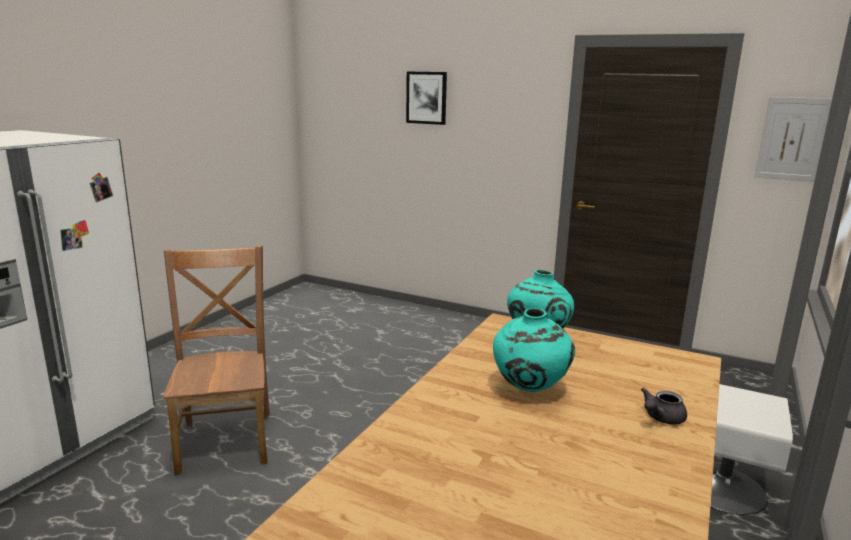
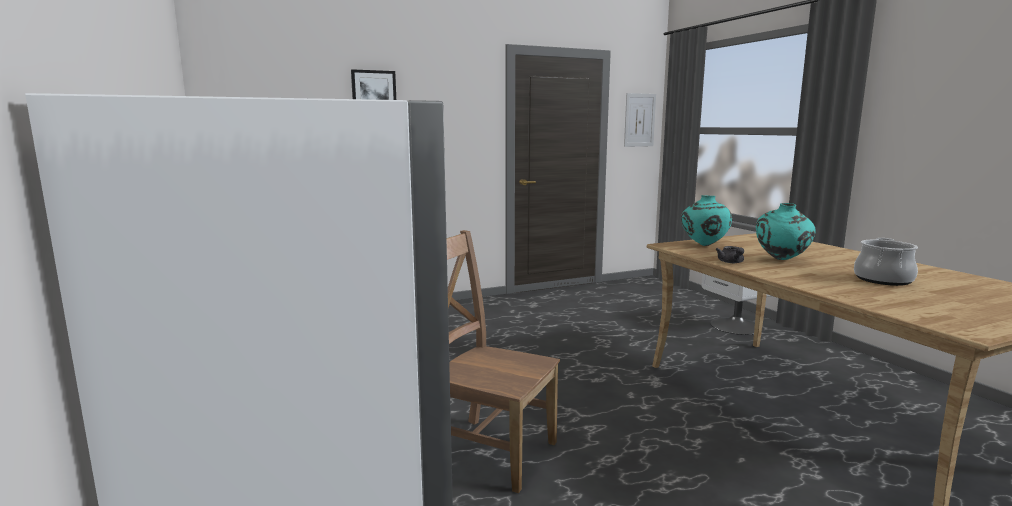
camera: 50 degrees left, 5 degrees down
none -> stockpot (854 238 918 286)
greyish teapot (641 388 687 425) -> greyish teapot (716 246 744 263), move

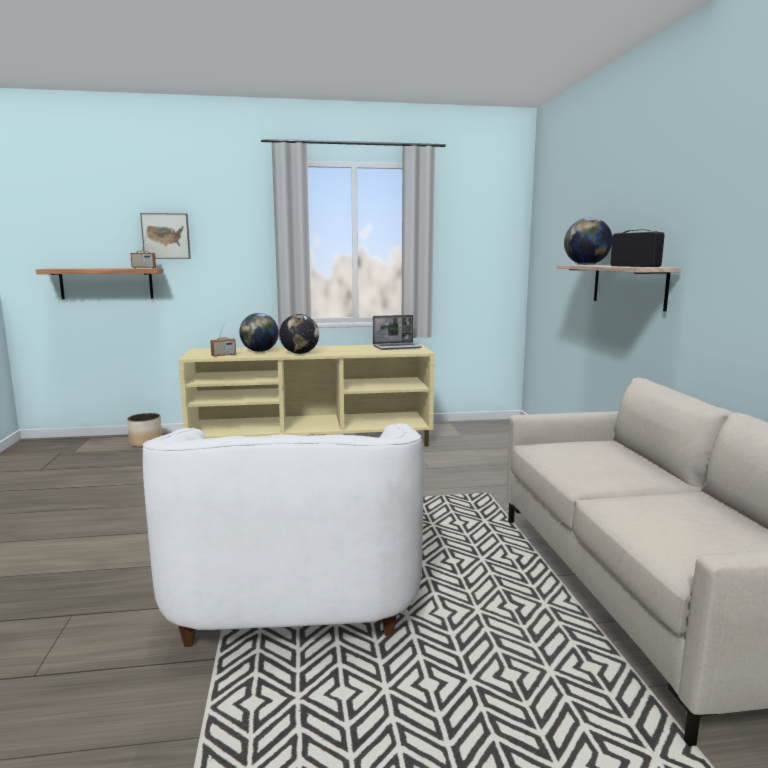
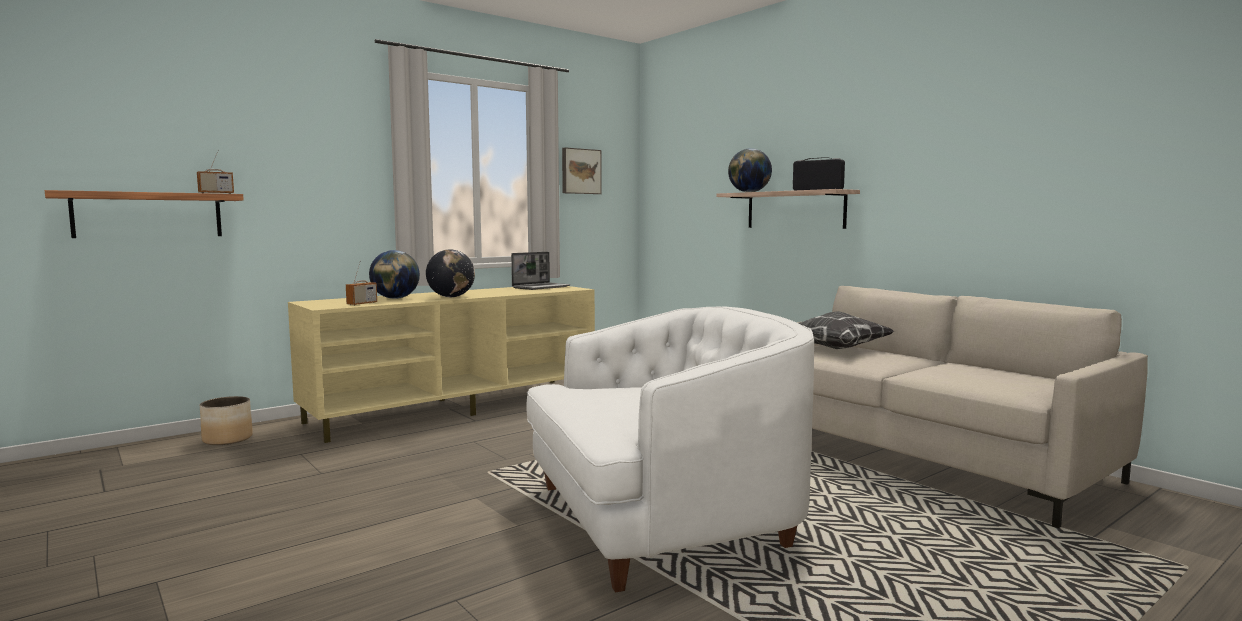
camera: 30 degrees left, 5 degrees down
none -> pillow (798 311 894 349)
wall art (140 213 191 259) -> wall art (562 147 602 194), move
white-coloured lounge chair (143 423 423 647) -> white-coloured lounge chair (526 306 814 593), 75 degrees counterclockwise

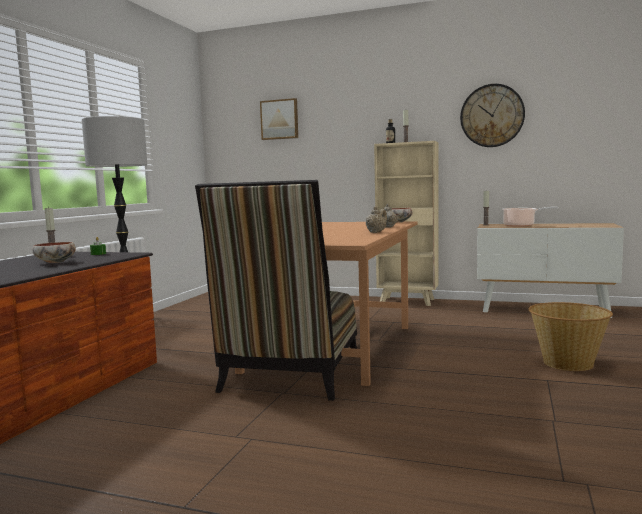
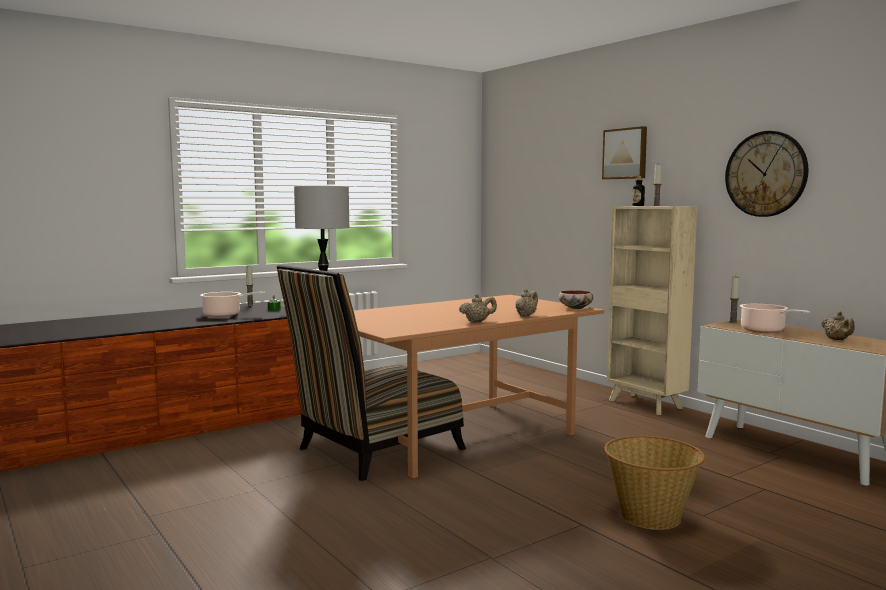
camera: 35 degrees right, 0 degrees up
none -> beige-coloured teapot (822 312 855 340)
wall art (260 98 298 140) -> wall art (602 126 647 179), move
deep dish (32 242 76 263) -> stockpot (200 292 266 317)

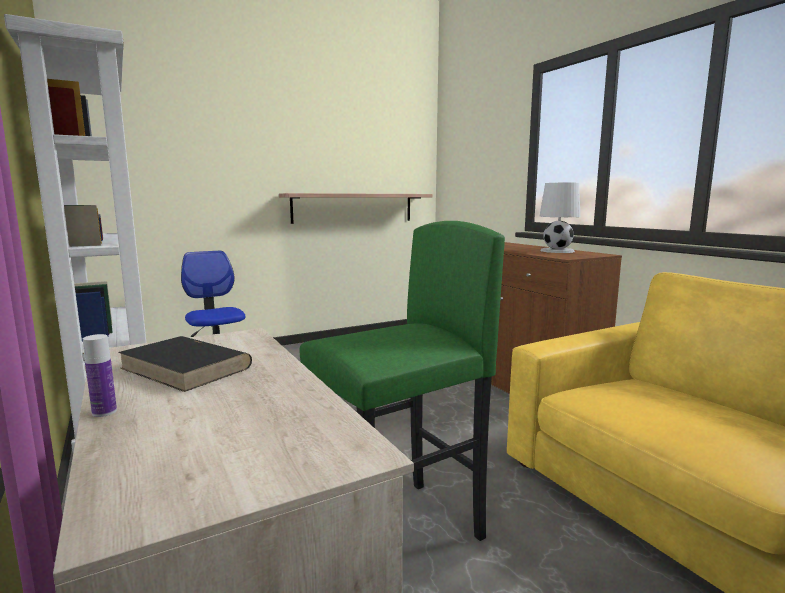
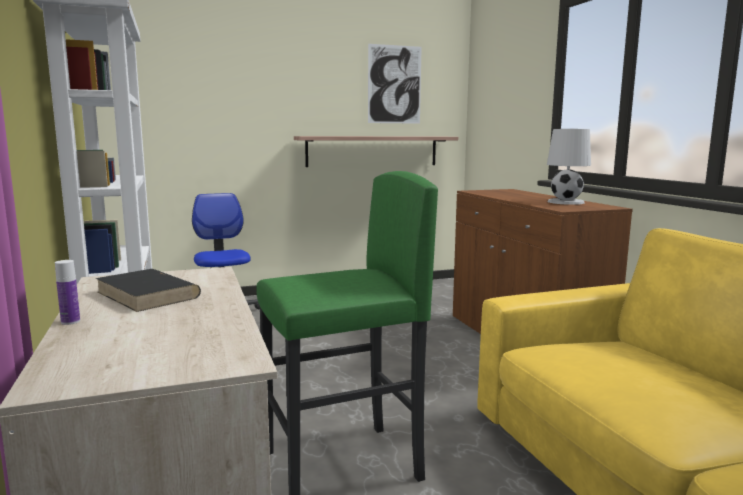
camera: 10 degrees right, 0 degrees up
none -> wall art (368 44 422 124)

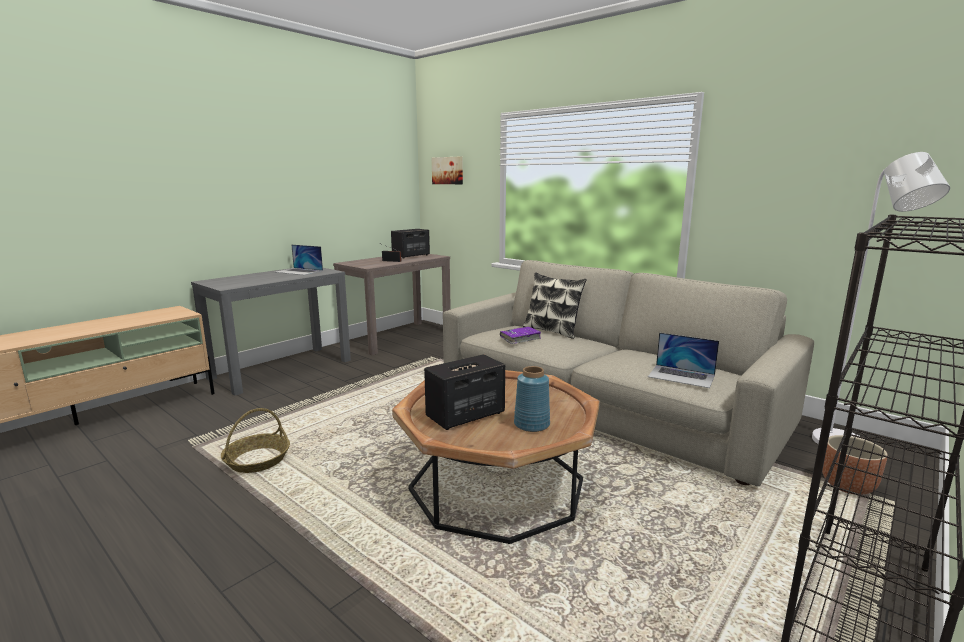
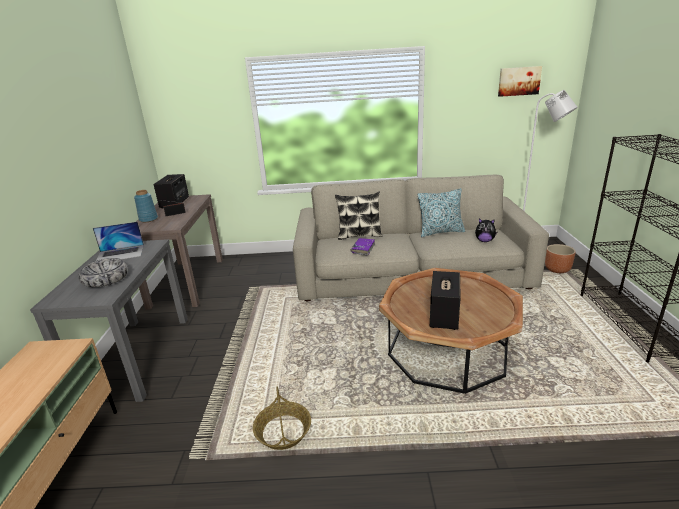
camera: 40 degrees left, 10 degrees up
none -> deep dish (78 258 129 287)
none -> pillow (418 188 465 237)
wall art (432 157 463 184) -> wall art (498 66 542 97), move
blue-coloured decorative vase (514 366 550 432) -> blue-coloured decorative vase (134 190 158 222), move
notebook computer (648 332 719 388) -> cuddly toy (475 218 497 242)

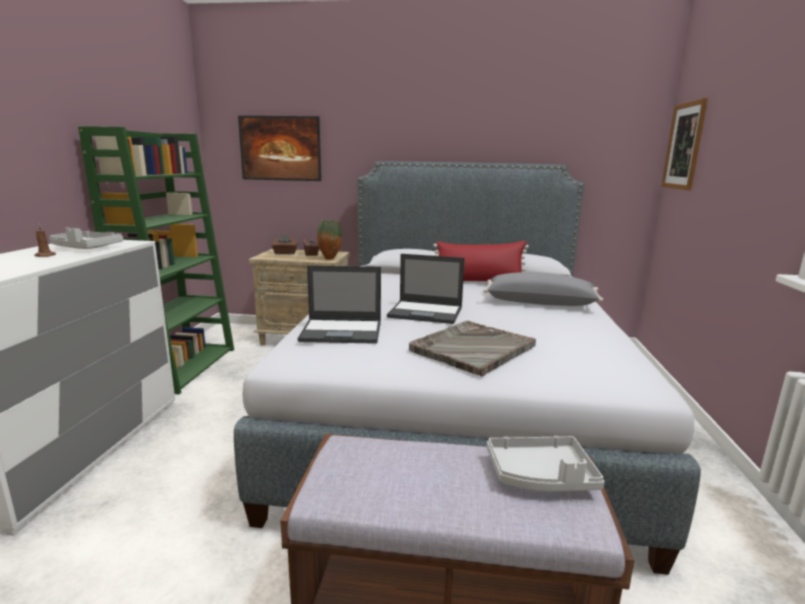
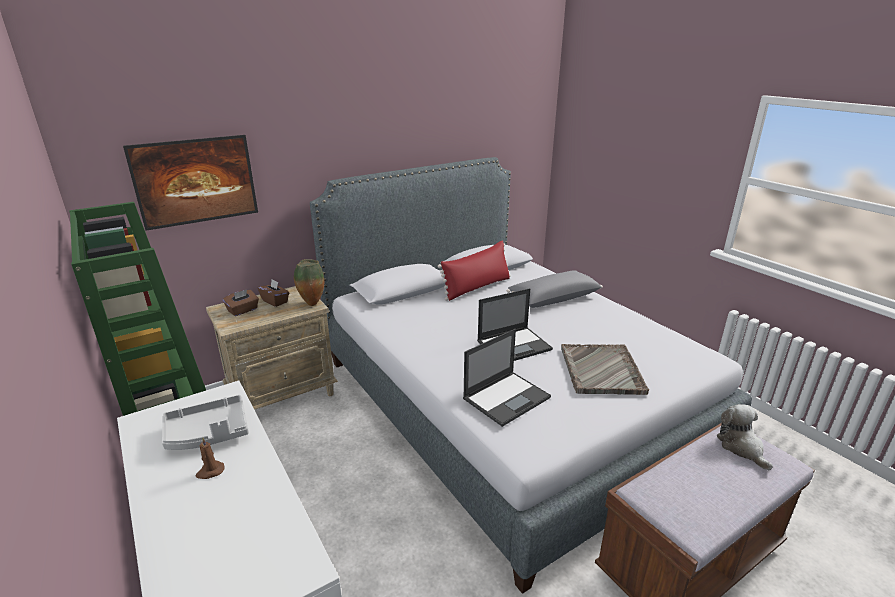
camera: 40 degrees left, 10 degrees up
wall art (661 98 708 190) -> none
greyish serving tray (487 436 605 492) -> cuddly toy (717 404 773 471)

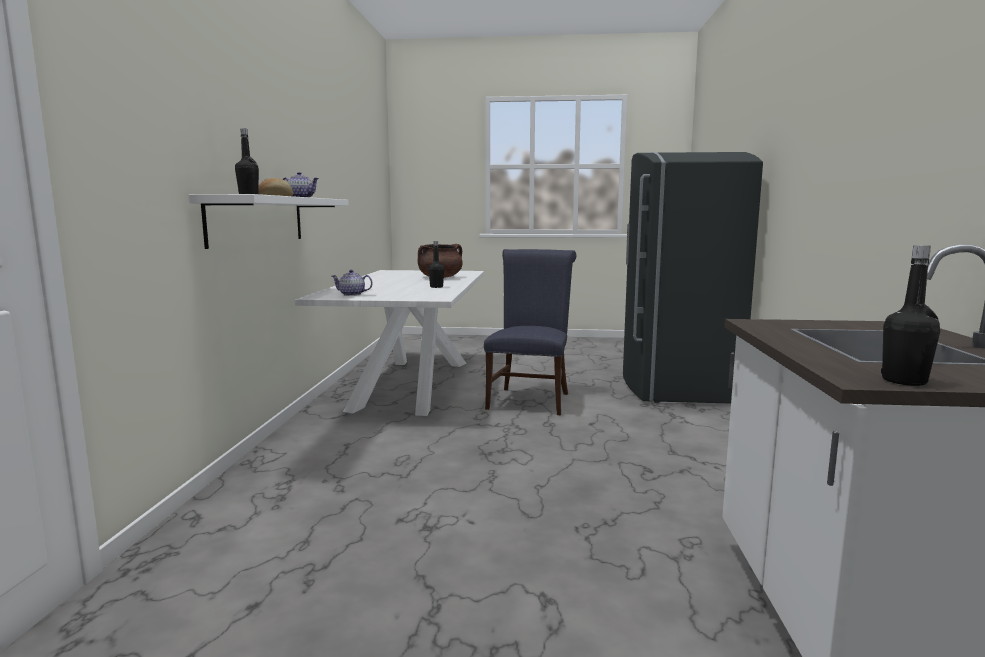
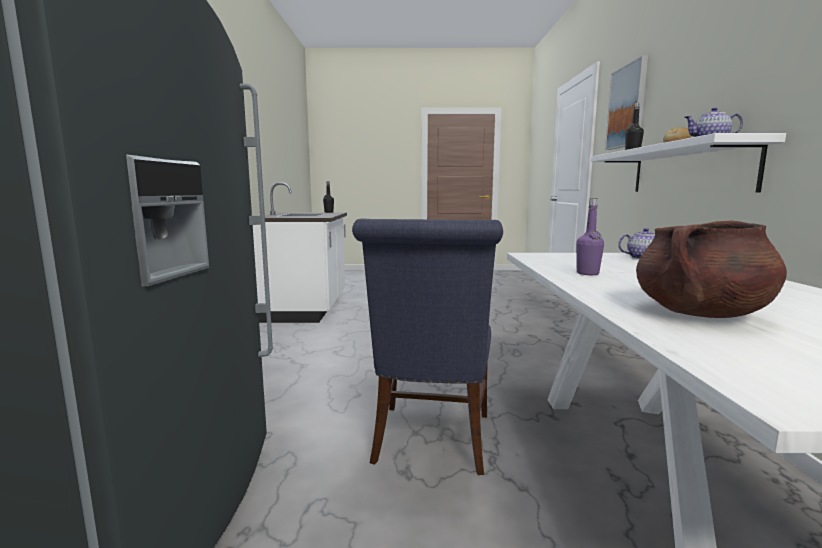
camera: 175 degrees right, 0 degrees up
none -> wall art (605 56 648 150)
black beverage bottle (428 241 444 288) -> purple beverage bottle (576 199 604 275)

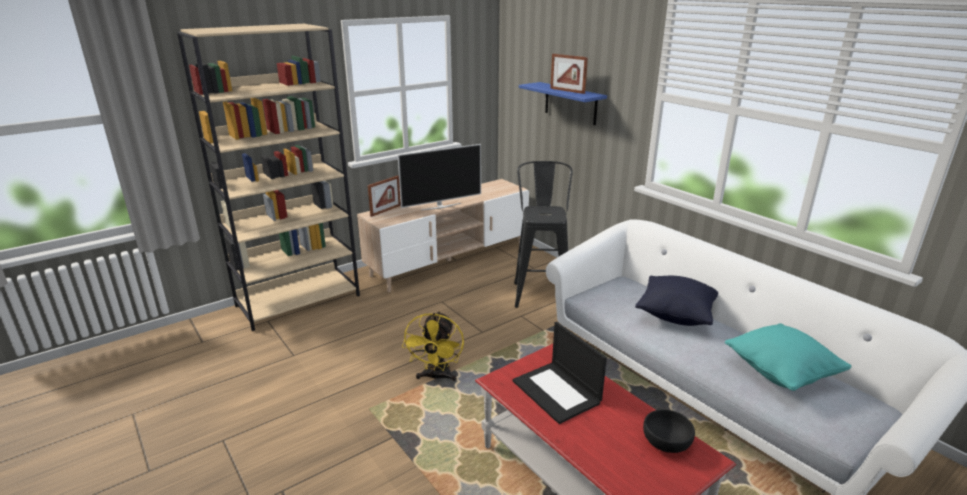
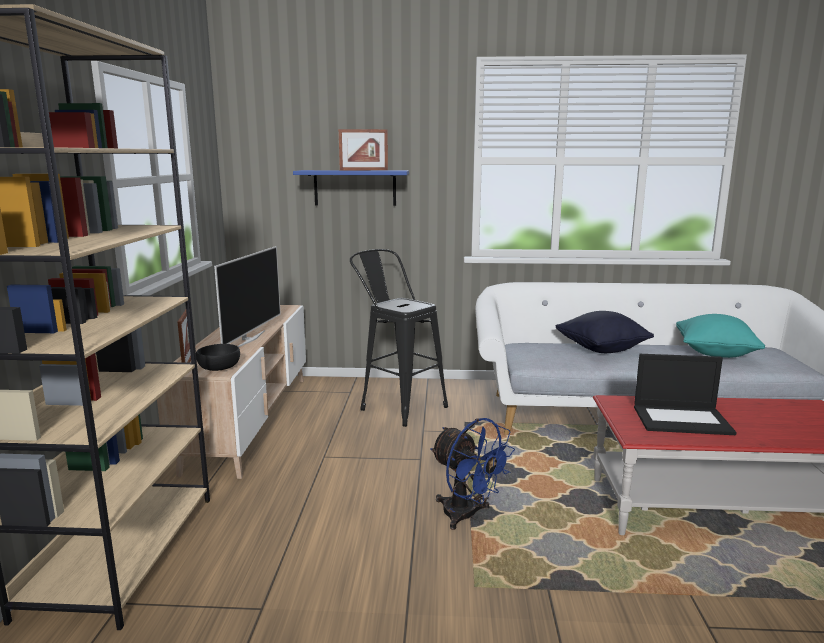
camera: 50 degrees left, 10 degrees down
black deep dish (643 409 695 453) -> black deep dish (196 344 240 371), move
yellowish fan (402 311 464 382) -> blue-coloured fan (430 418 515 530)

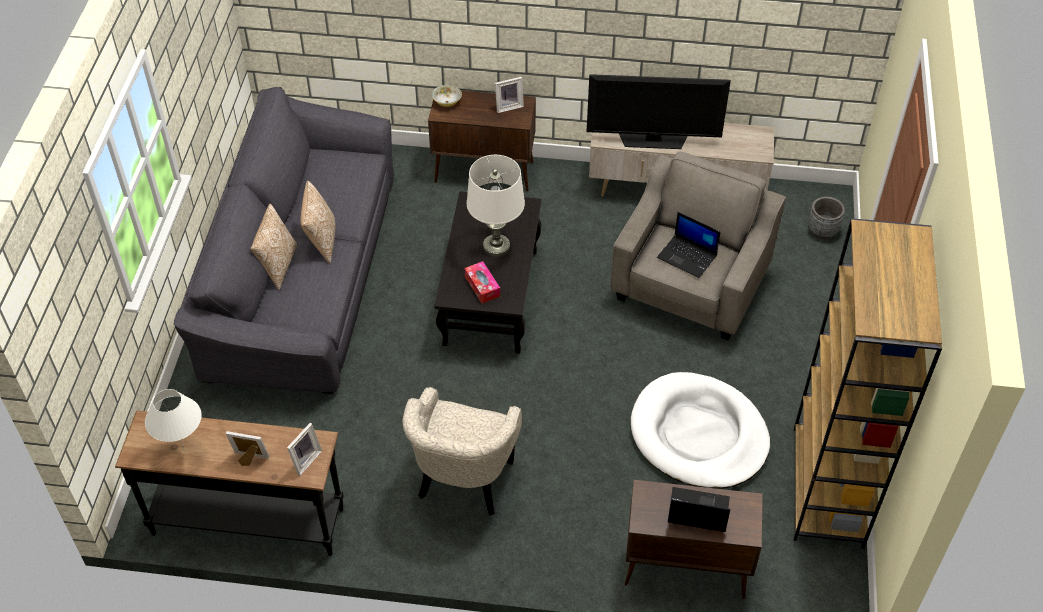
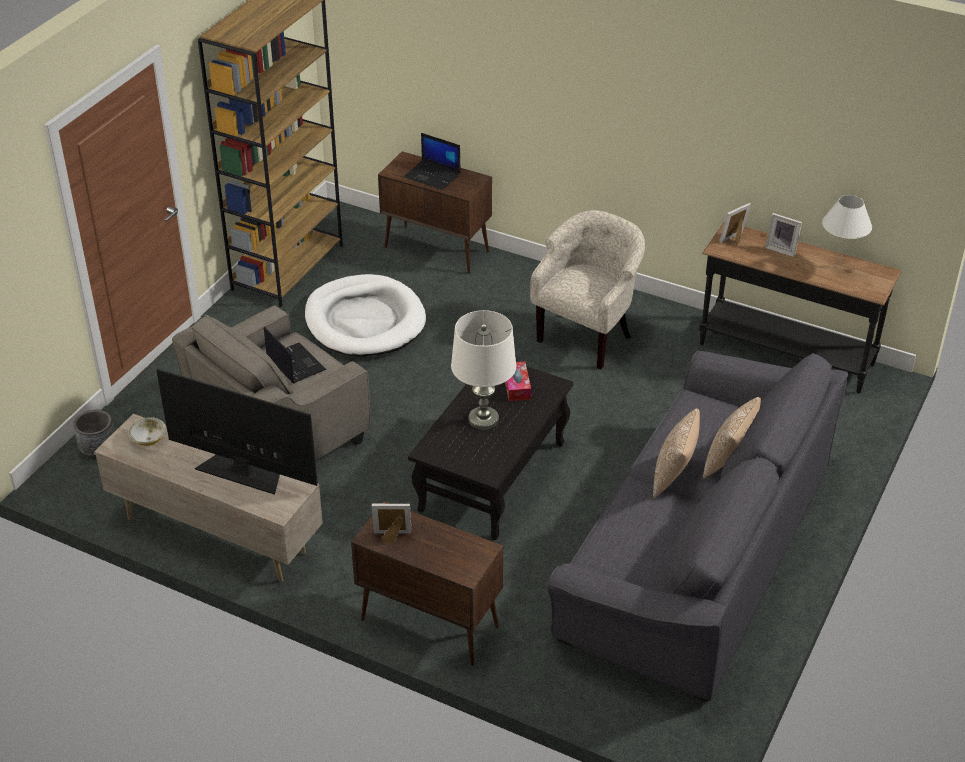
camera: 160 degrees left, 10 degrees down
deep dish (432 85 462 107) -> deep dish (128 417 166 446), move

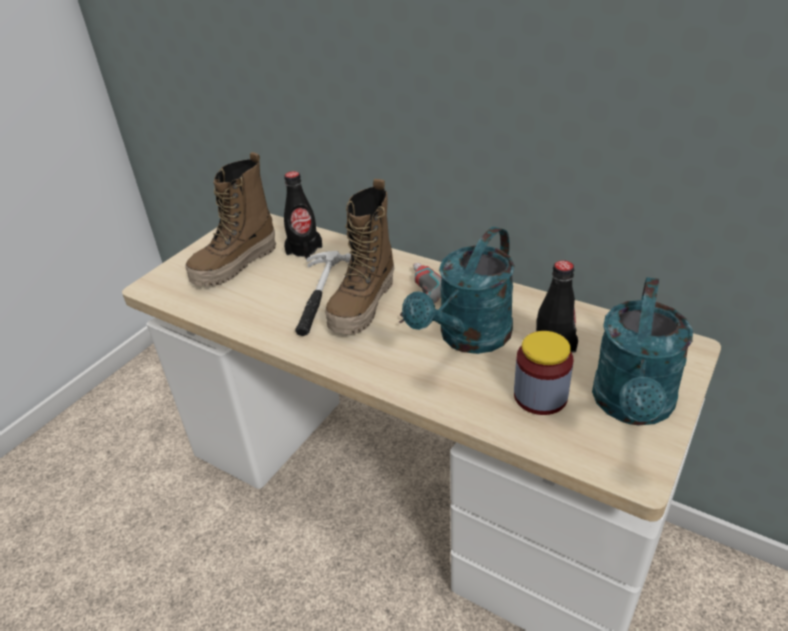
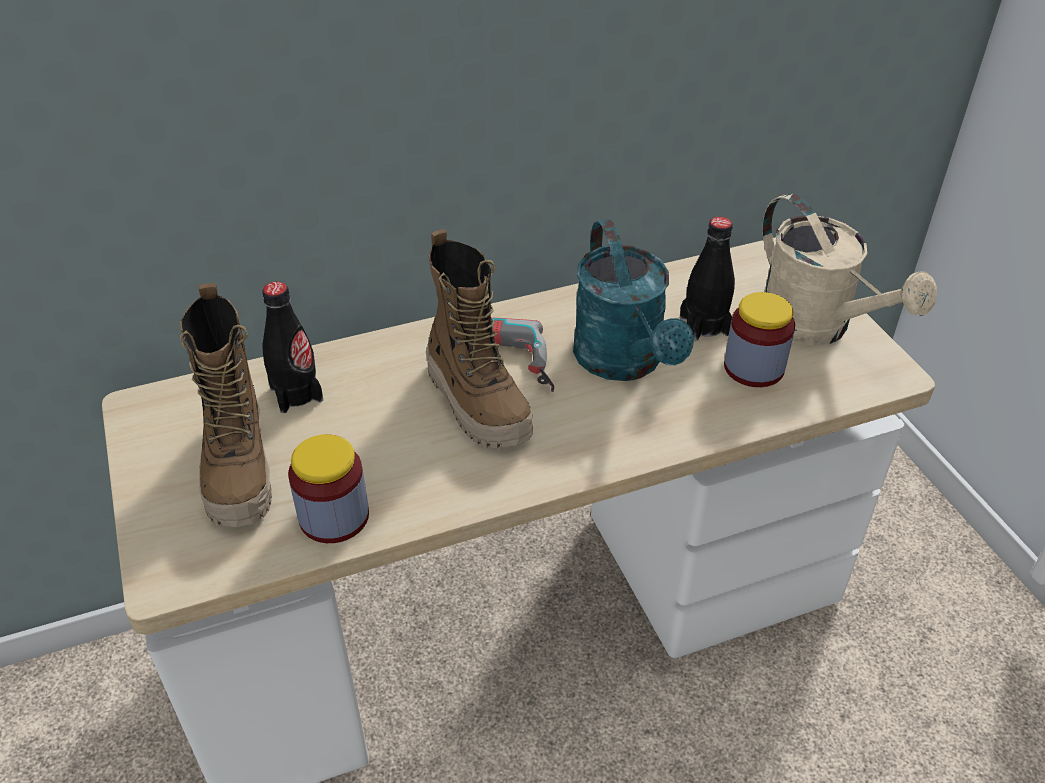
camera: 55 degrees left, 5 degrees up
tool hammer (295 251 351 336) -> none
none -> preserve jar (288 434 369 543)
turquoise watering can (592 277 693 426) -> beige-coloured watering can (762 193 937 346)

